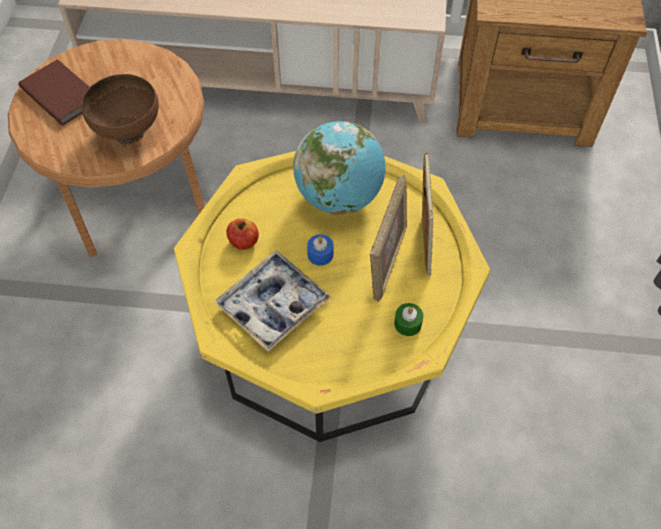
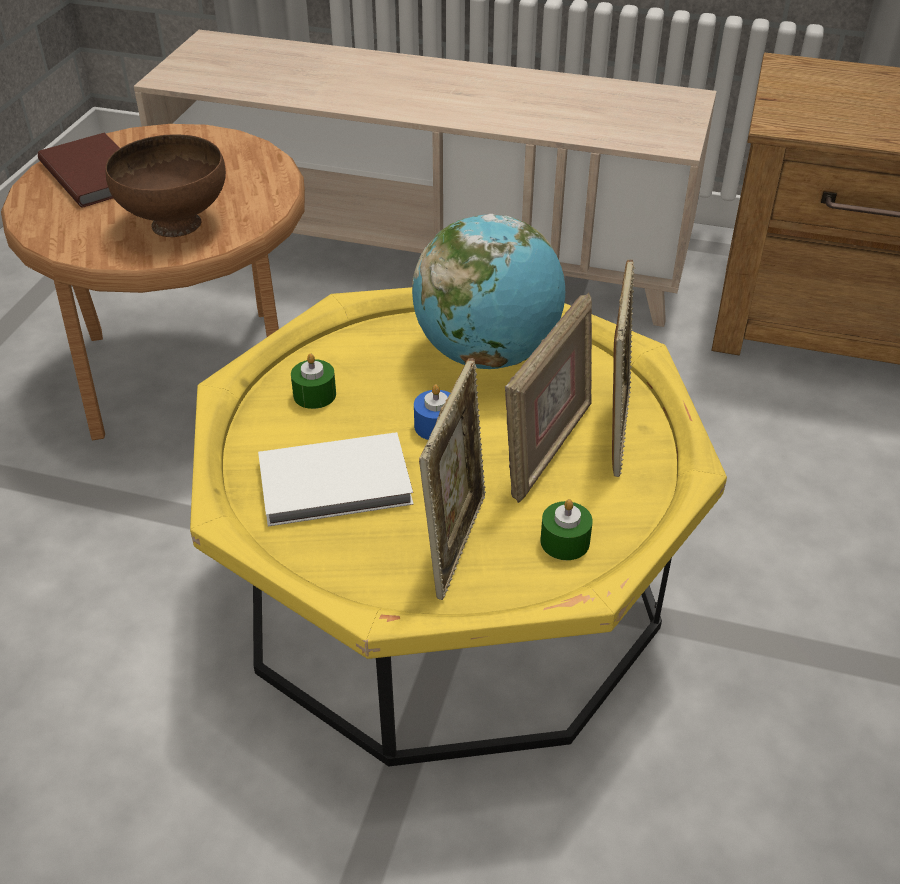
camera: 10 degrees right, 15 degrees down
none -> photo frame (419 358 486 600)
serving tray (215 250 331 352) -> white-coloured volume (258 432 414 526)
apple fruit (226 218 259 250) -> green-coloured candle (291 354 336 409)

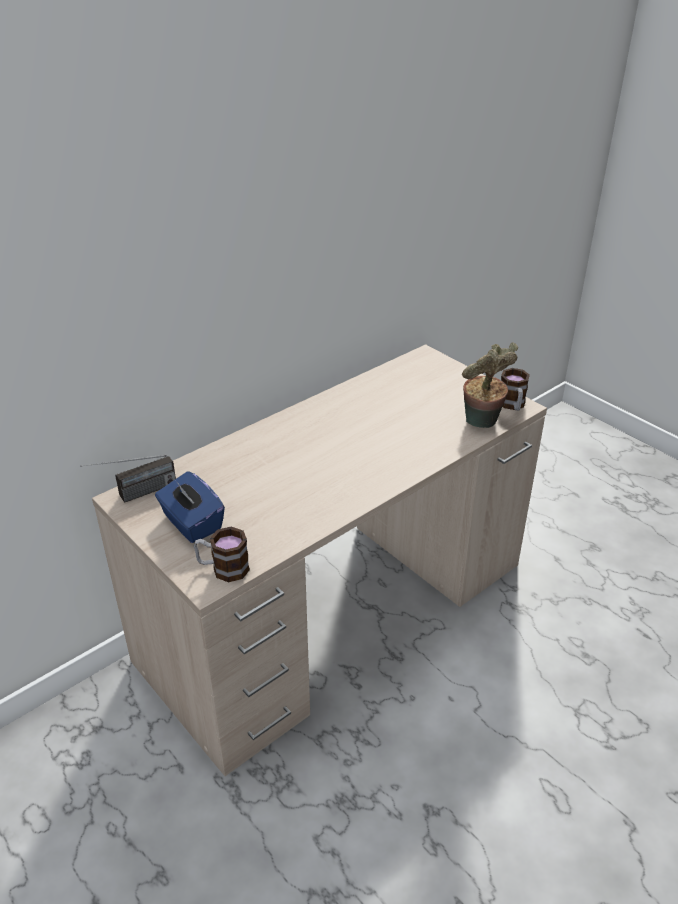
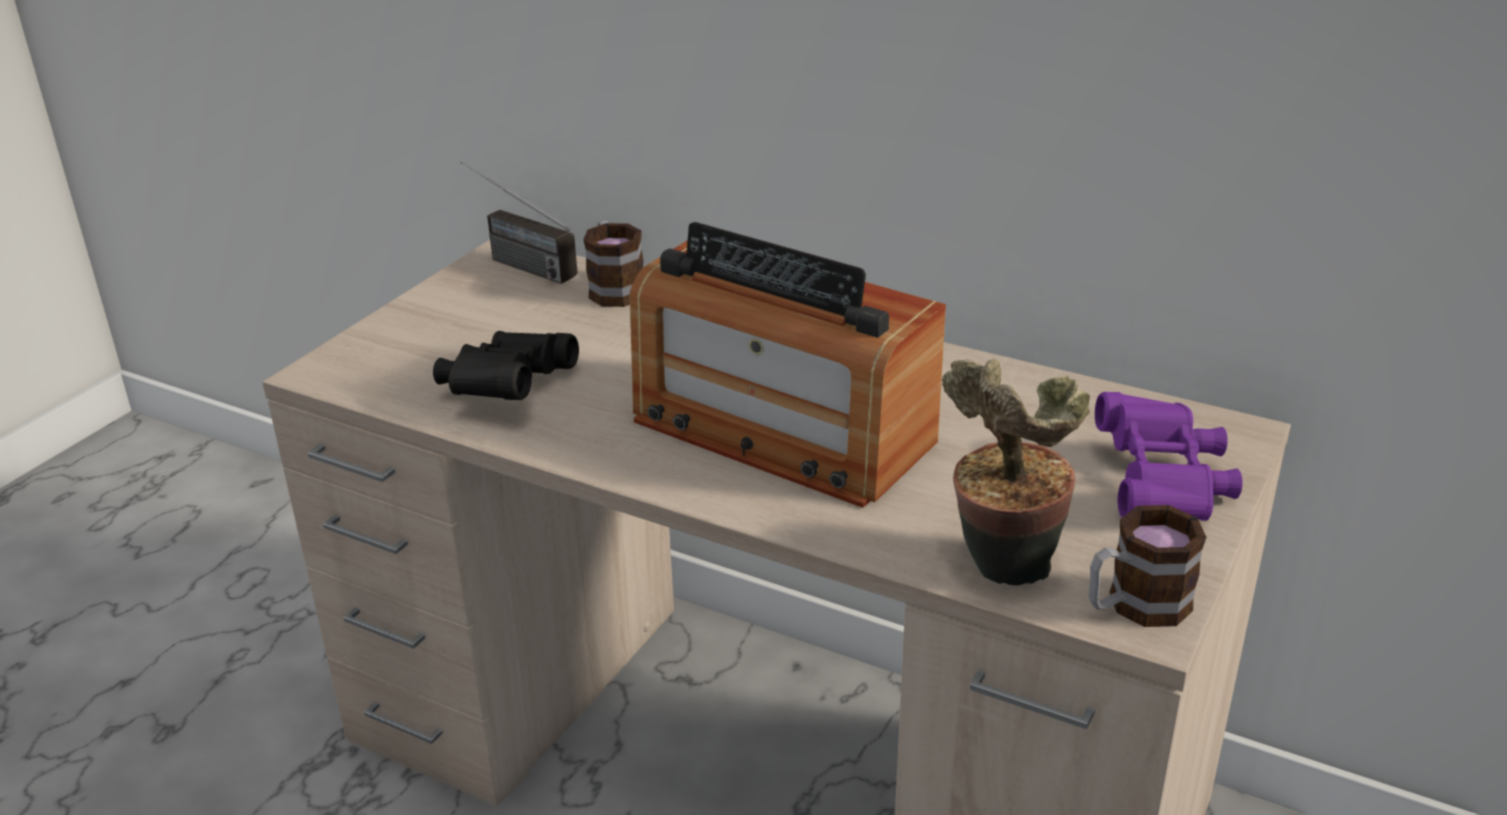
camera: 70 degrees right, 5 degrees down
blue-coloured tissue box (155 471 225 543) -> none
none -> black field glasses (433 331 579 400)
none -> radio set (630 222 946 508)
none -> purple field glasses (1095 392 1243 521)
tea mug (194 527 250 582) -> tea mug (583 221 643 307), move

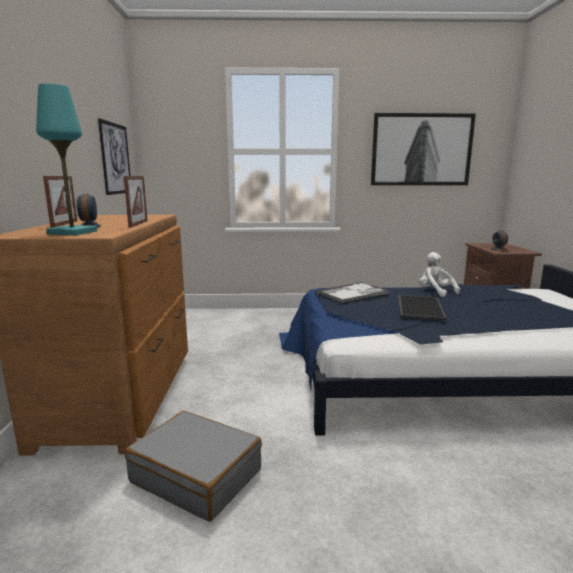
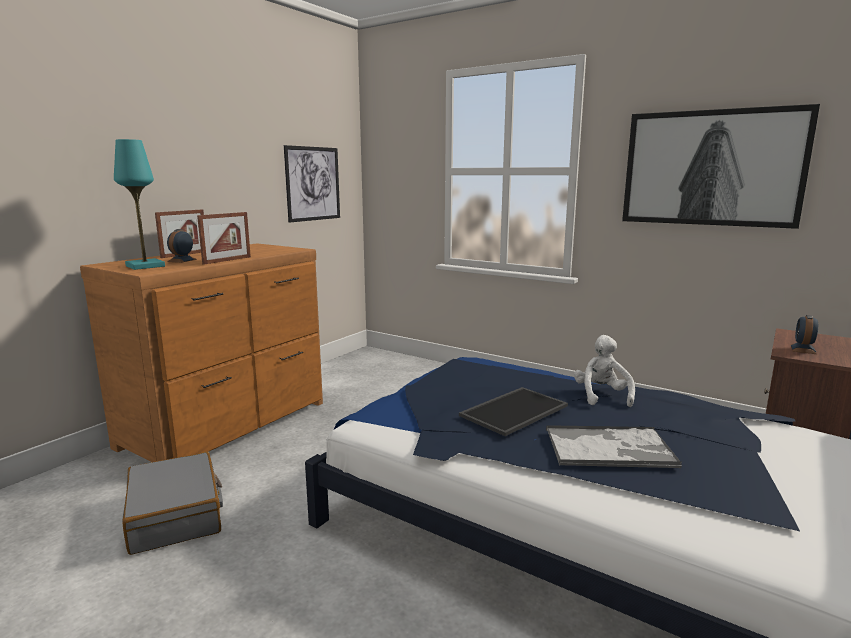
camera: 35 degrees right, 0 degrees up
serving tray (317 282 389 303) -> serving tray (546 425 682 468), move

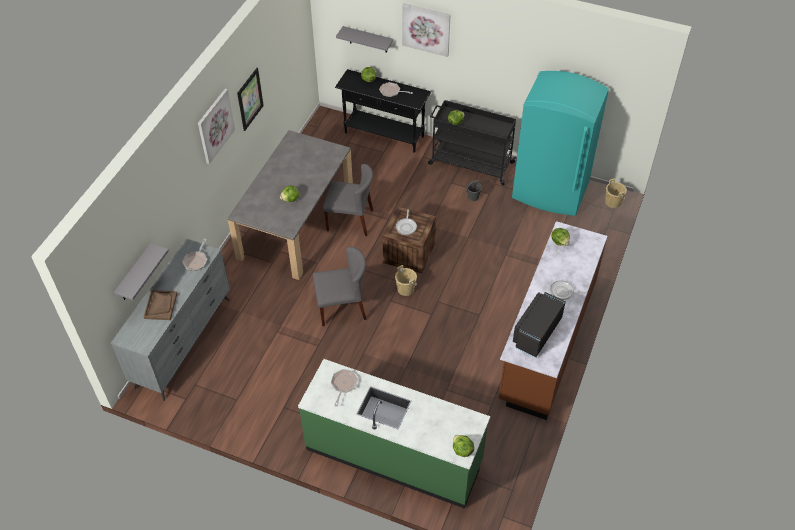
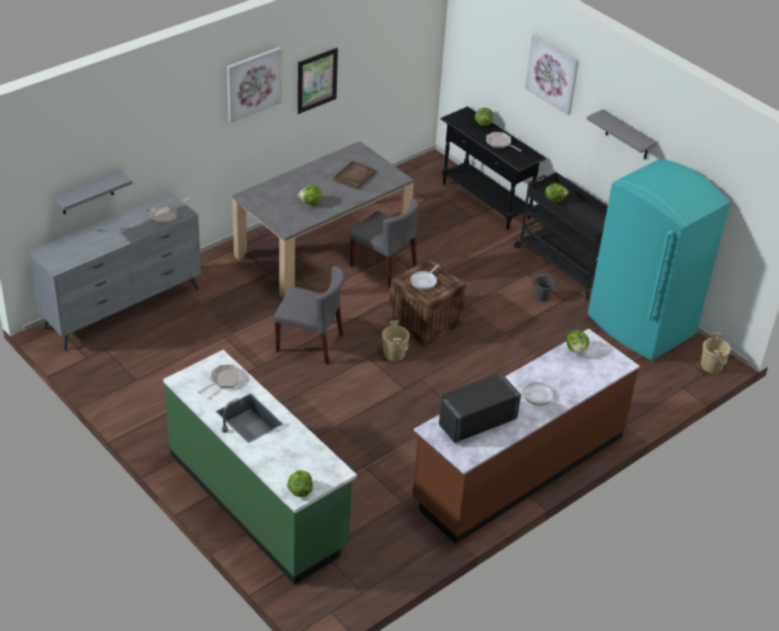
camera: 25 degrees right, 10 degrees down
brownish serving tray (144 290 178 320) -> brownish serving tray (333 160 376 189), move
greyish bracket shelf (336 26 393 53) -> greyish bracket shelf (587 109 657 159), move

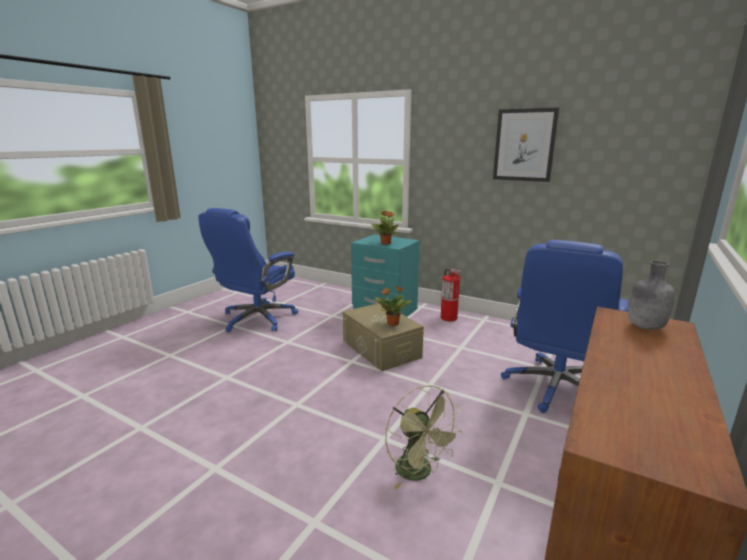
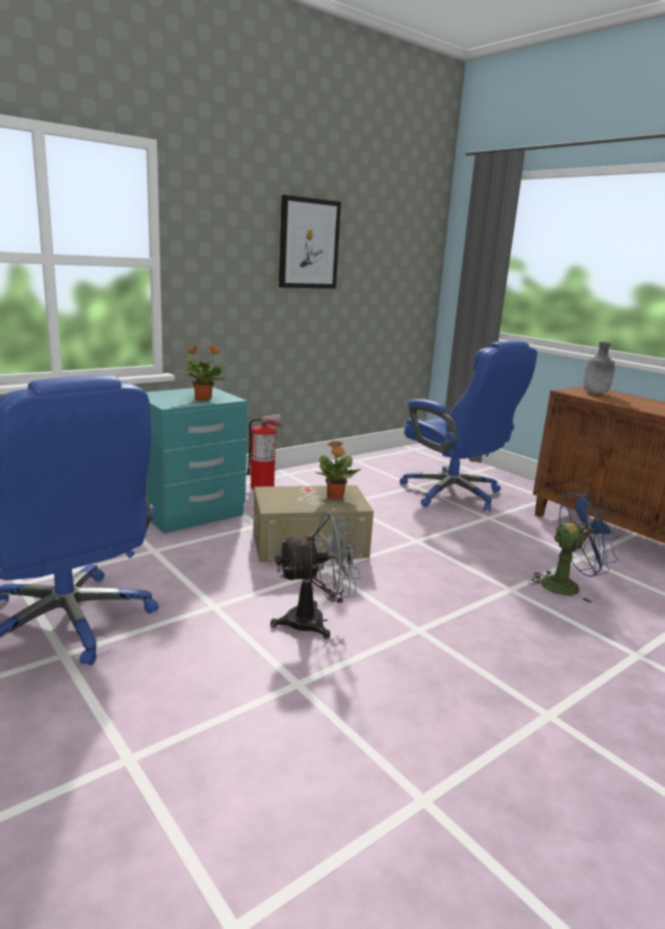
camera: 70 degrees left, 0 degrees up
none -> greyish fan (270 512 361 639)
green-coloured fan (385 385 463 490) -> blue-coloured fan (528 492 619 603)

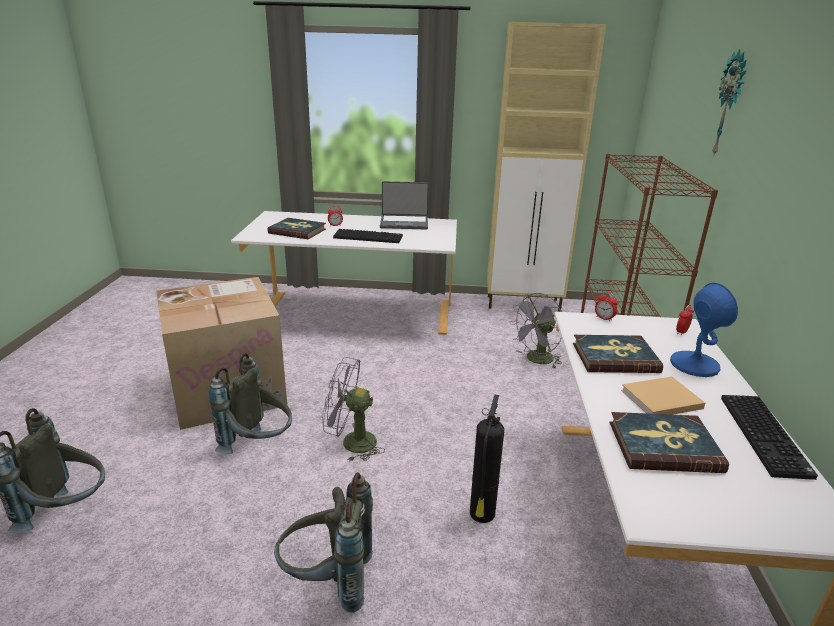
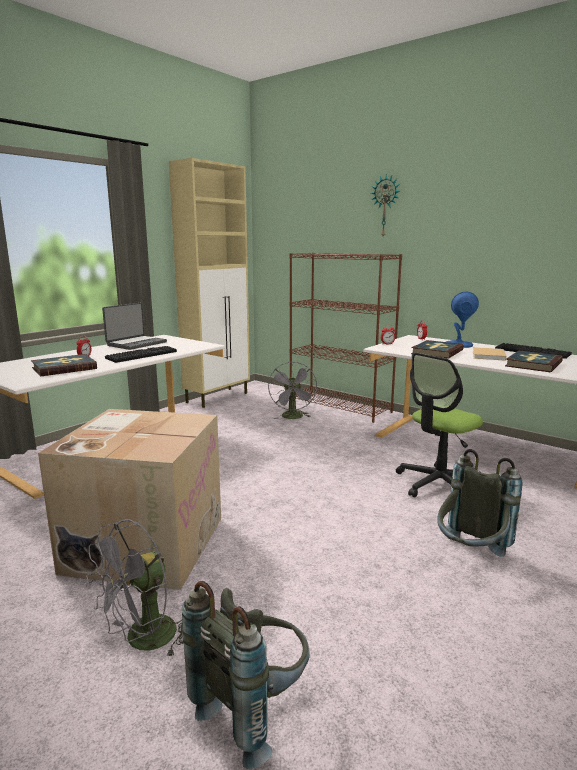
camera: 55 degrees left, 10 degrees down
greyish rucksack (209 353 292 454) -> none
greyish fan (322 357 385 461) -> greyish fan (86 519 184 658), move
fire-fighting cylinder (470 395 504 523) -> desk chair (396 352 483 498)

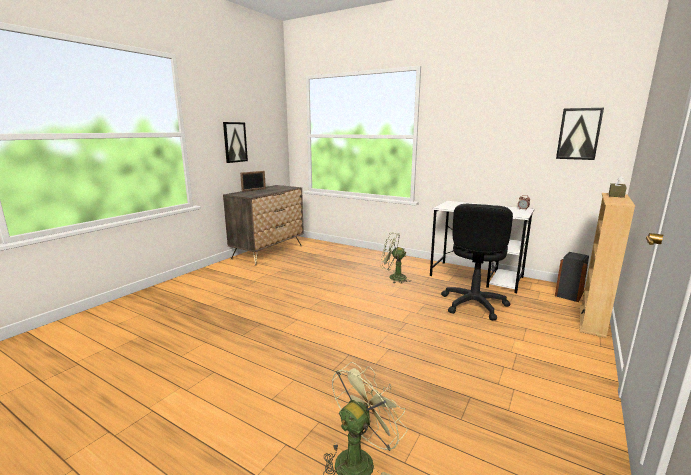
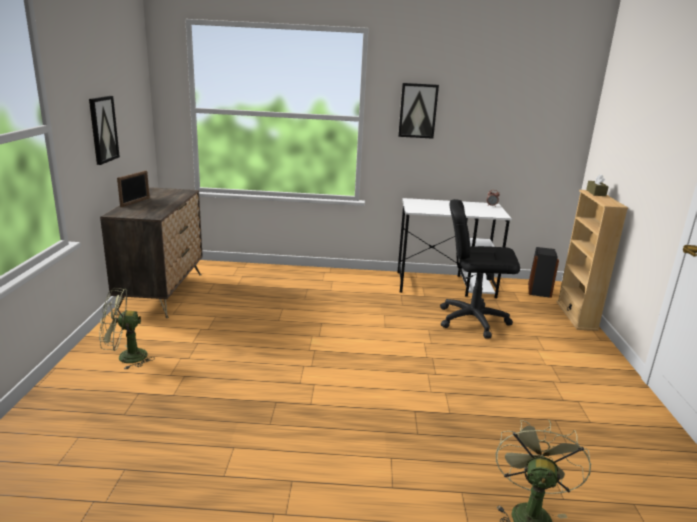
camera: 30 degrees left, 5 degrees up
green-coloured fan (381 232 411 283) -> green-coloured fan (99 288 155 370), move
wall art (556 108 604 160) -> wall art (398 83 439 139), move
black desk chair (441 204 513 320) -> black desk chair (440 199 520 339), 105 degrees clockwise

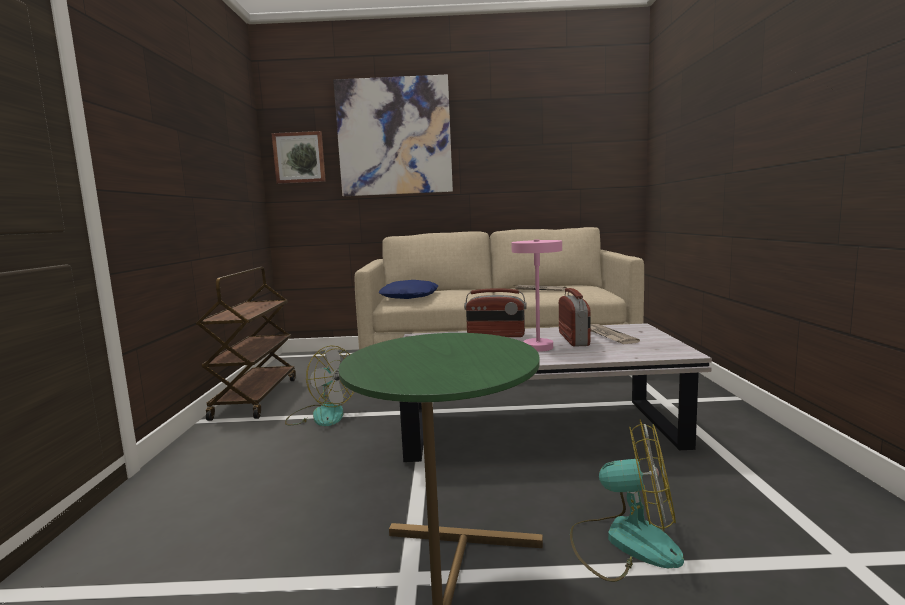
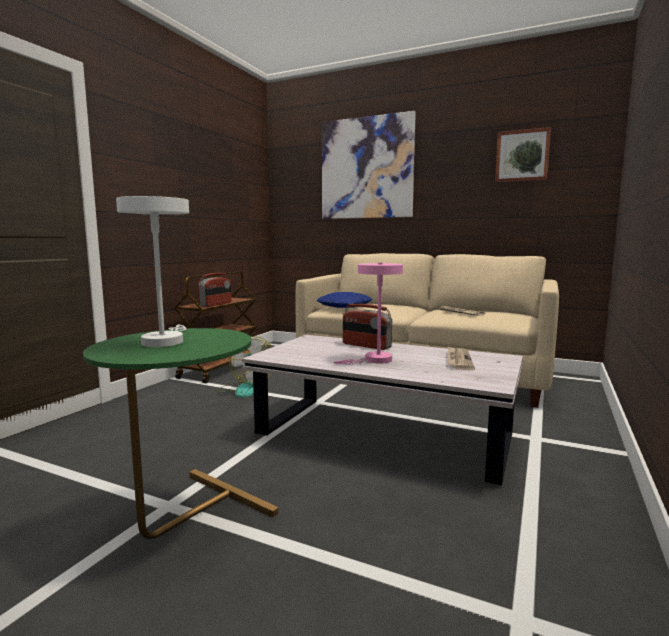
camera: 25 degrees right, 0 degrees up
fan (570 420 684 582) -> none
none -> white-coloured table lamp (116 196 189 347)
wall art (271 131 326 184) -> wall art (495 127 551 183), move
radio set (559 288 591 347) -> radio set (198 273 232 307), move

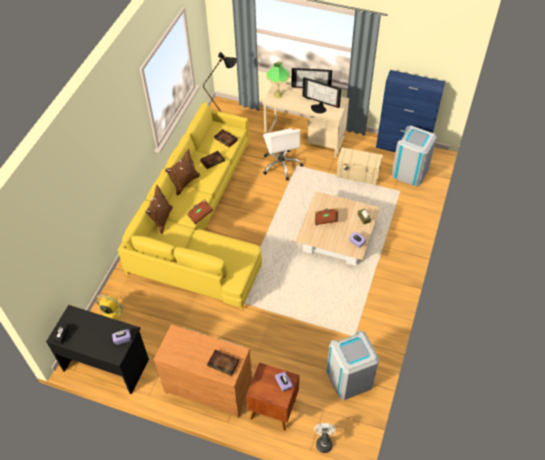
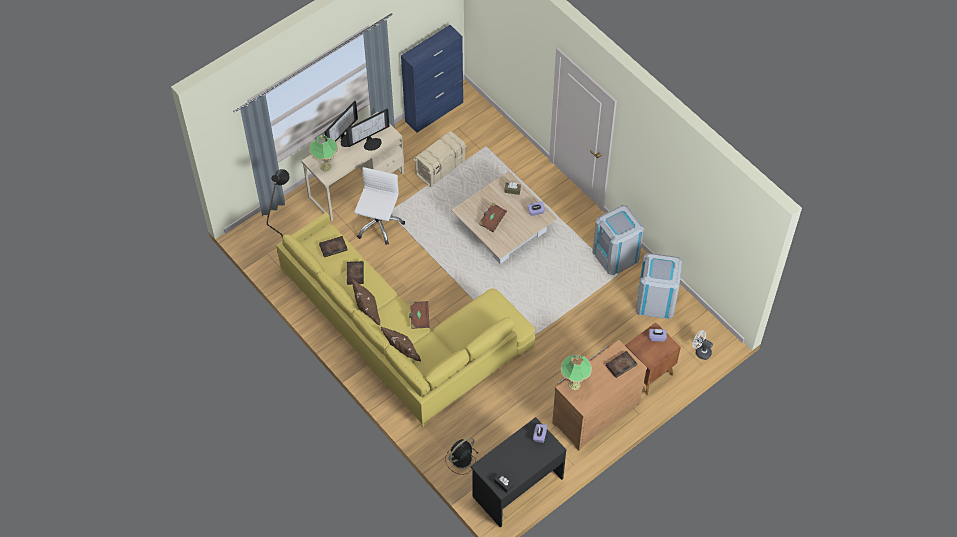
camera: 60 degrees left, 5 degrees up
none -> table lamp (561 355 592 390)
greyish waste bin (391 126 437 187) -> greyish waste bin (592 205 644 275), move
yellowish fan (95 295 127 322) -> black fan (445 437 478 475)
white-coloured desk chair (263 128 303 181) -> white-coloured desk chair (354 167 405 245), 90 degrees counterclockwise

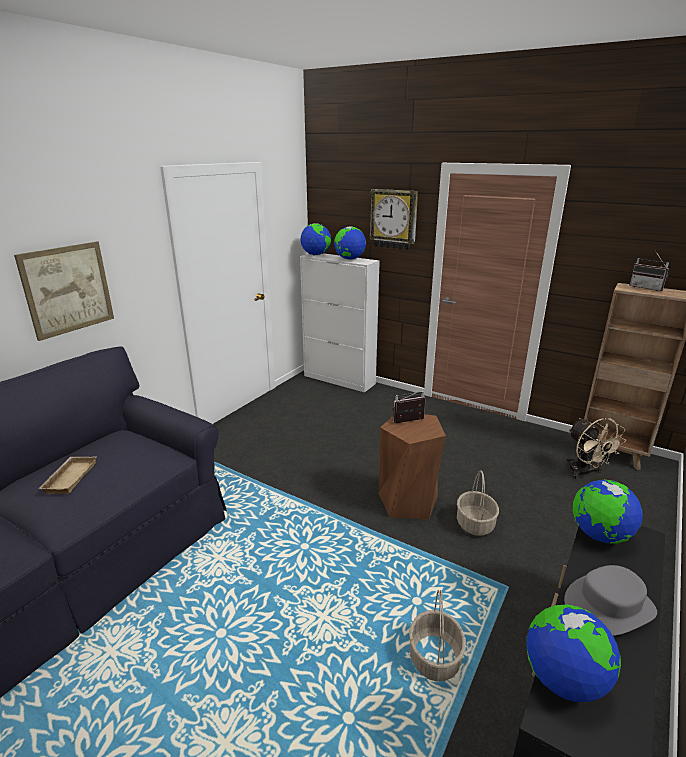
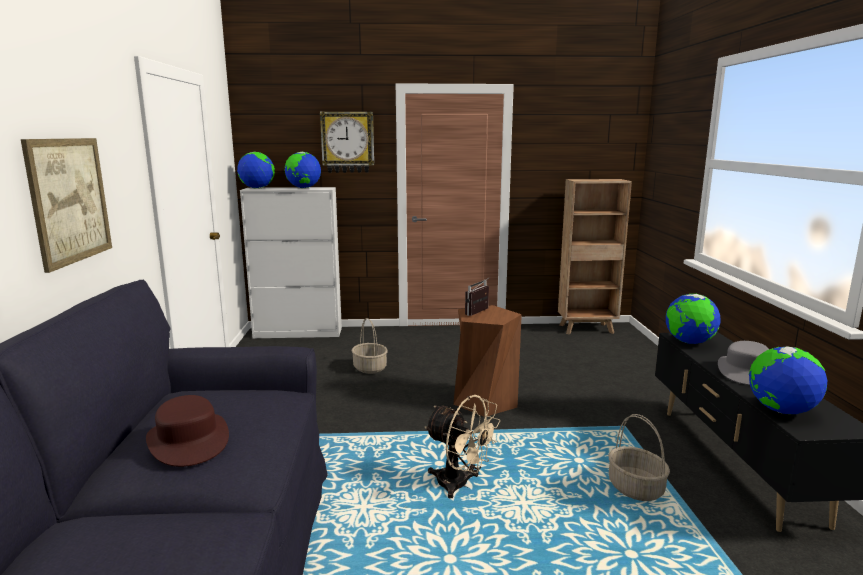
camera: 35 degrees left, 10 degrees down
radio set (629 252 669 291) -> none
household basket (457 471 499 536) -> household basket (352 318 388 374), move
beige-coloured fan (566 418 626 479) -> beige-coloured fan (425 395 500 499), move
beige-coloured serving tray (38 457 96 494) -> brownish hat (146 395 229 467)

